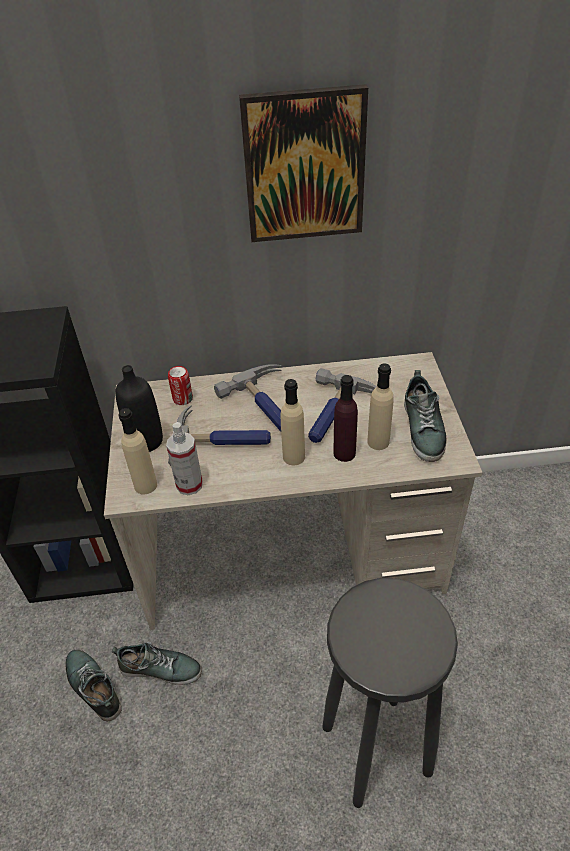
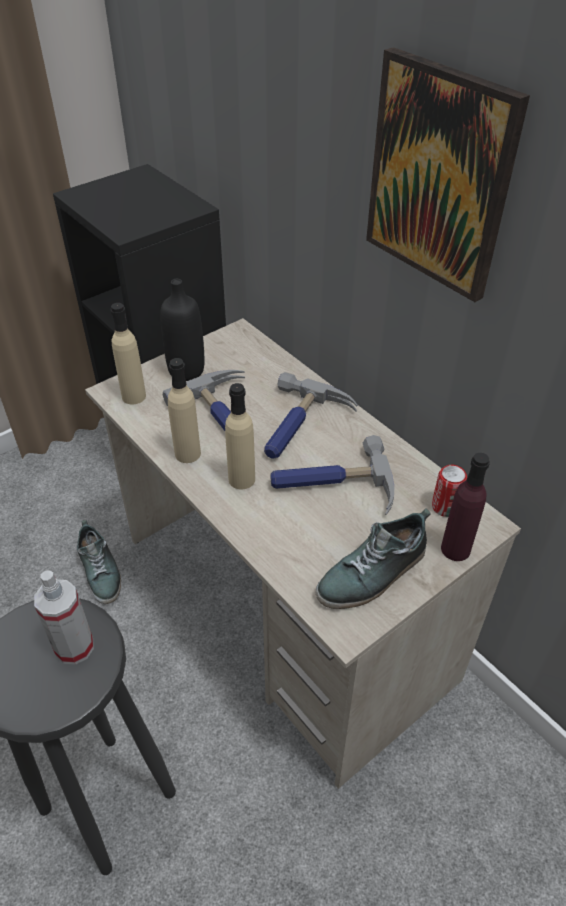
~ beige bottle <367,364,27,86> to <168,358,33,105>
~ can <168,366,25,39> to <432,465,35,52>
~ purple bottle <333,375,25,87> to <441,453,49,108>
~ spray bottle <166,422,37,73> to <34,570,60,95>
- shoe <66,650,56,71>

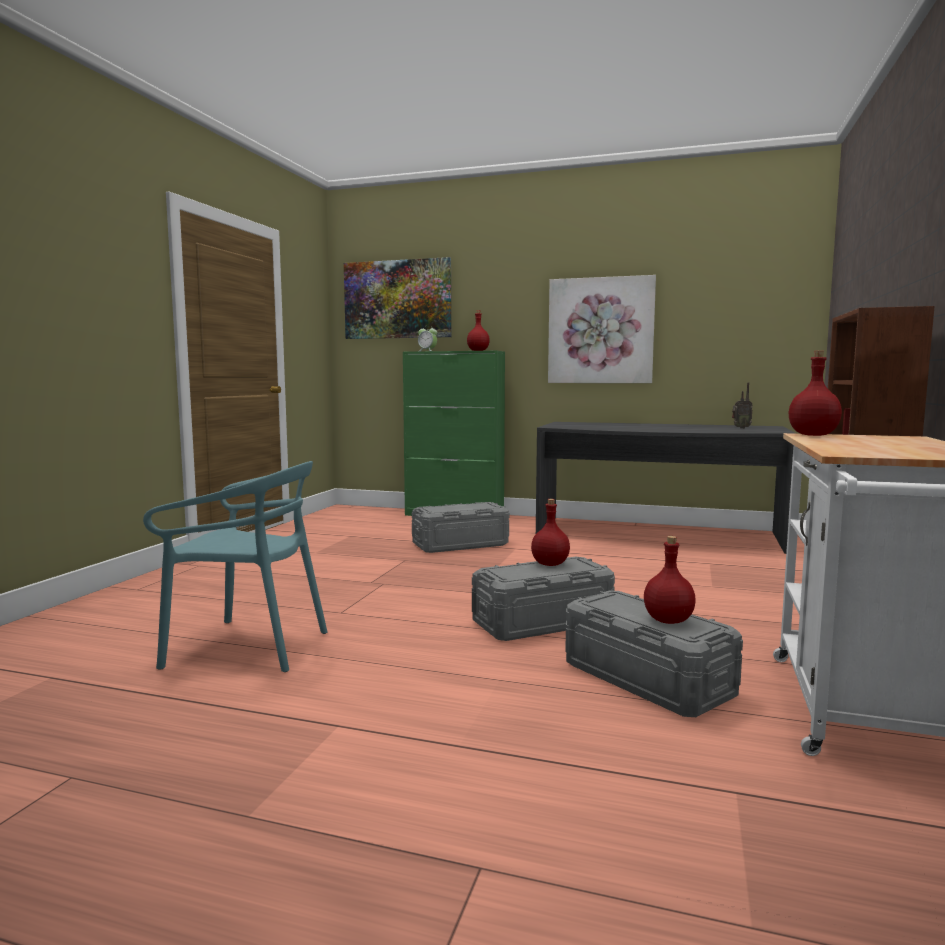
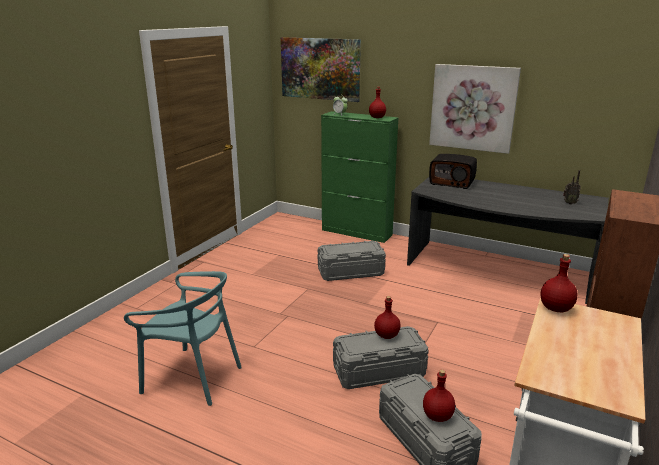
+ radio <429,154,48,35>

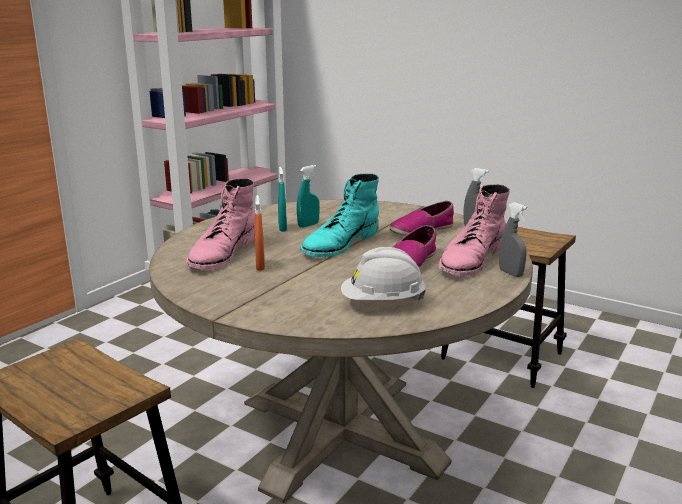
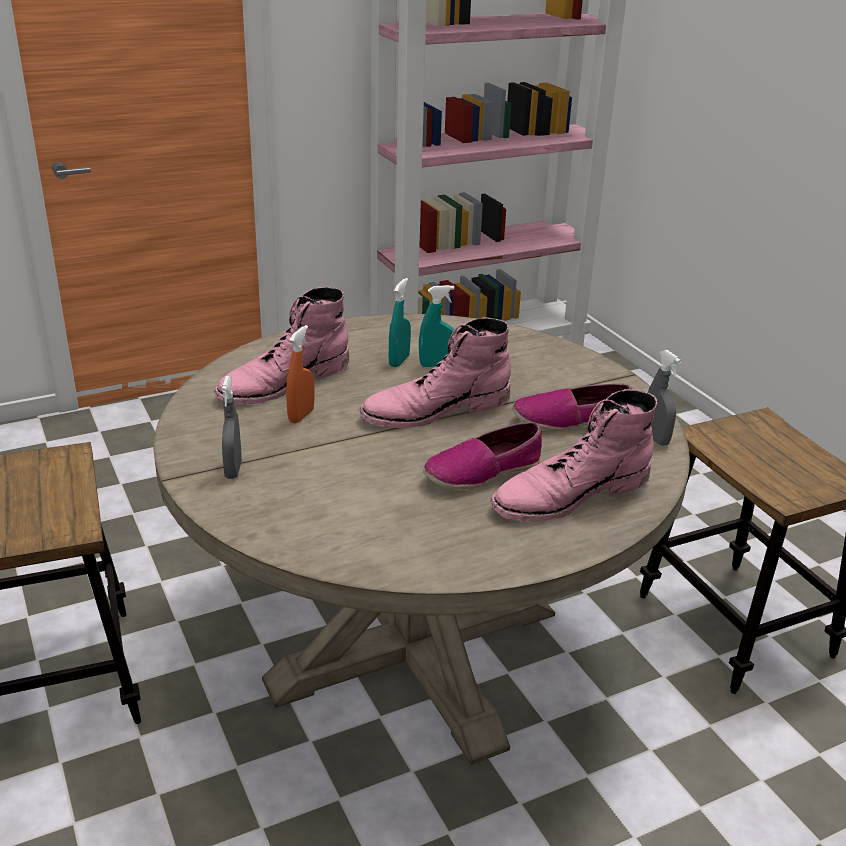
~ turquoise boot <299,173,80,84> to pink boot <359,317,152,111>
~ grey spray bottle <499,202,29,75> to <222,376,20,103>
- white hard hat <341,247,85,53>

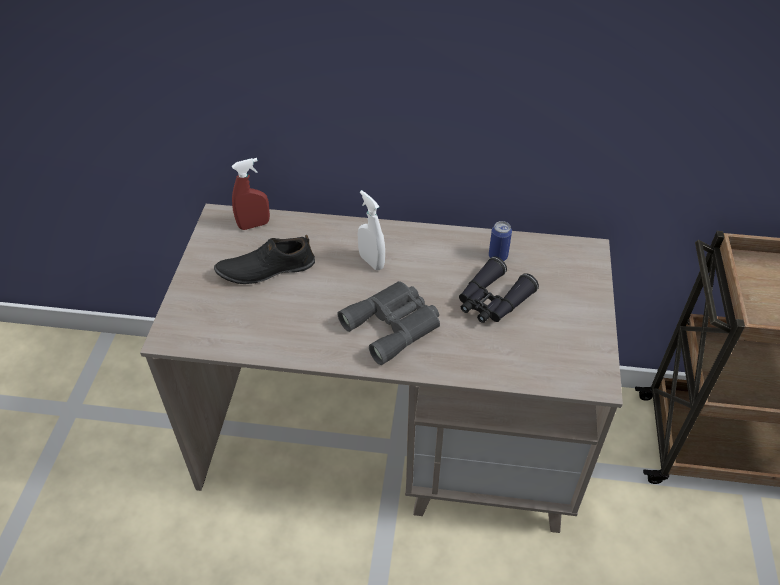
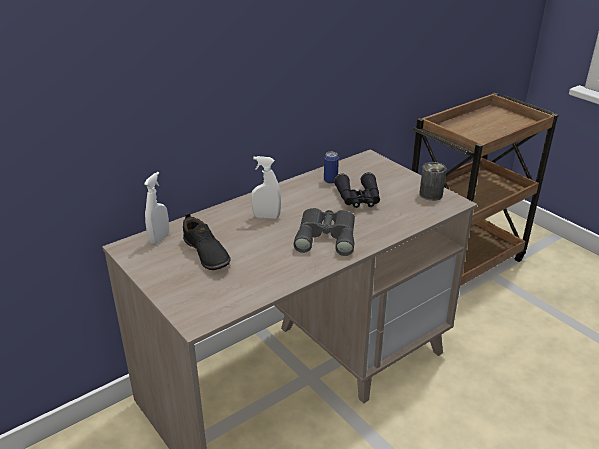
~ red spray bottle <232,158,38,72> to white spray bottle <144,172,25,73>
~ black shoe <214,235,101,49> = <183,213,48,57> 60 degrees counterclockwise
+ can <419,162,27,39>

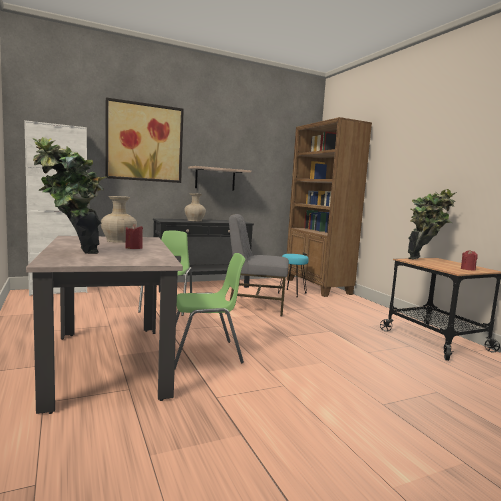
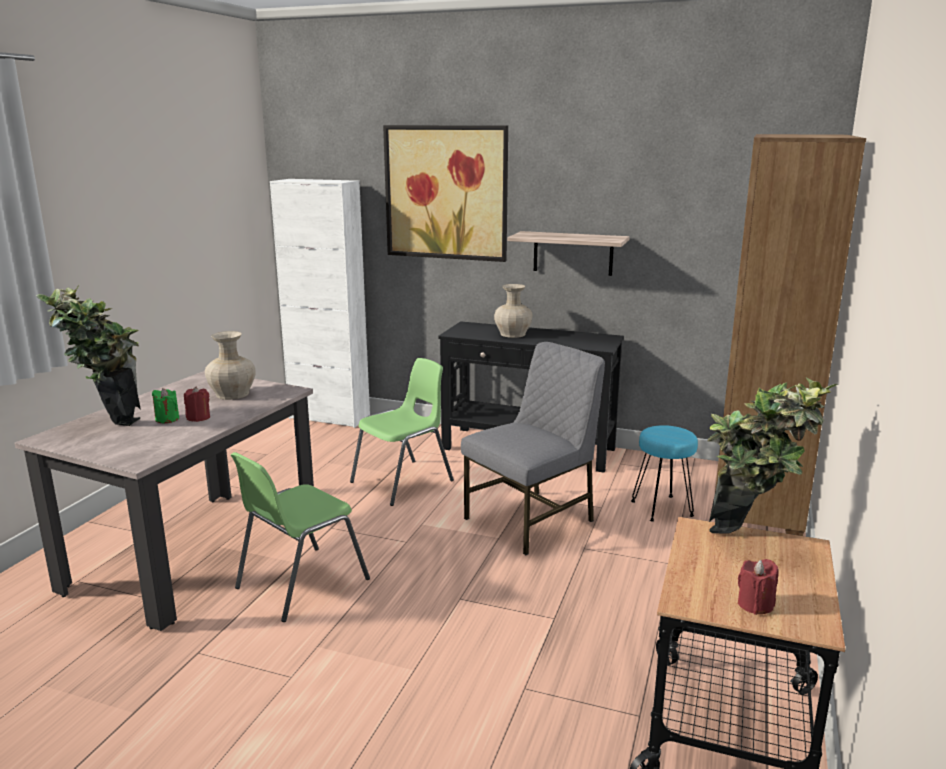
~ grey chair <229,214,60,103> = <461,342,144,213> 90 degrees clockwise
~ green chair <175,253,70,116> = <231,452,139,170> 105 degrees clockwise
+ green candle <152,388,27,35>

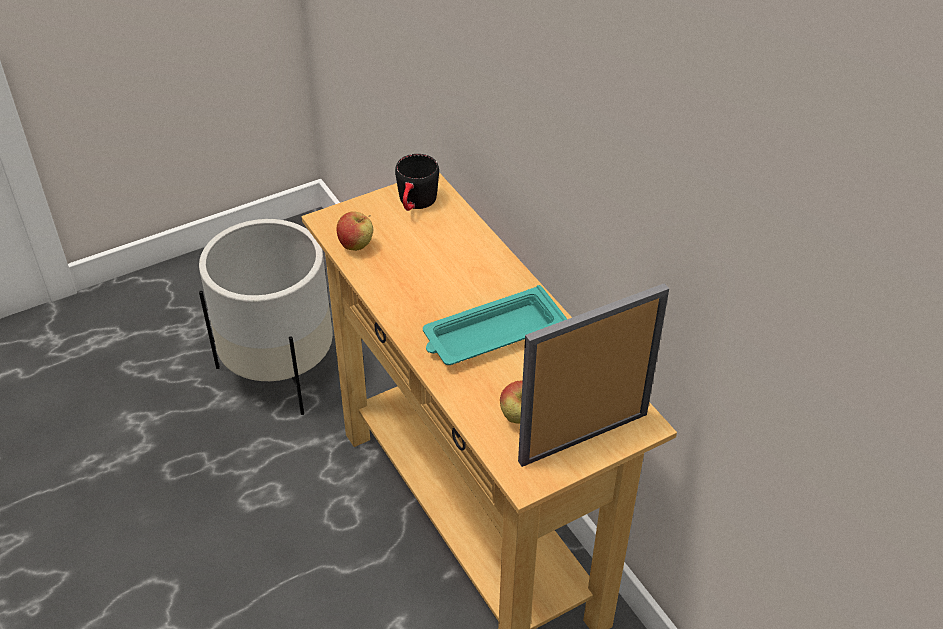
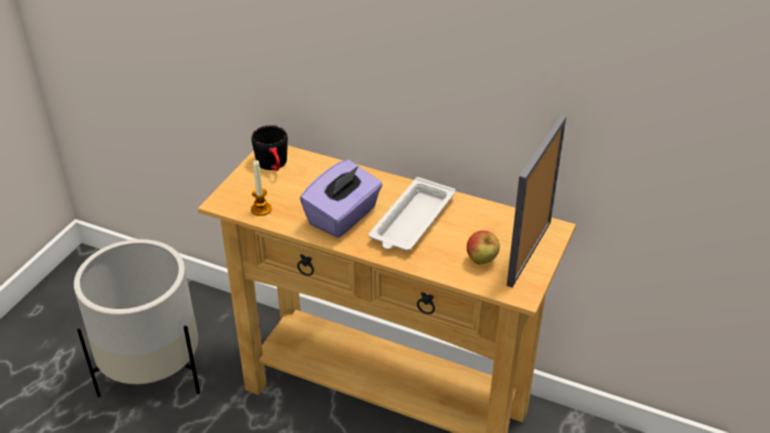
~ apple <337,211,36,40> to candle <251,160,20,56>
~ turquoise tray <423,285,144,80> to white tray <369,177,86,74>
+ purple tissue box <300,159,82,79>

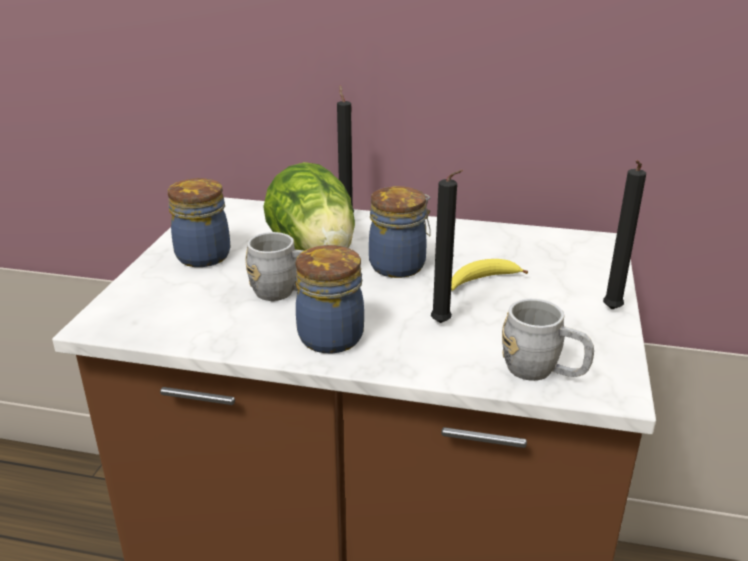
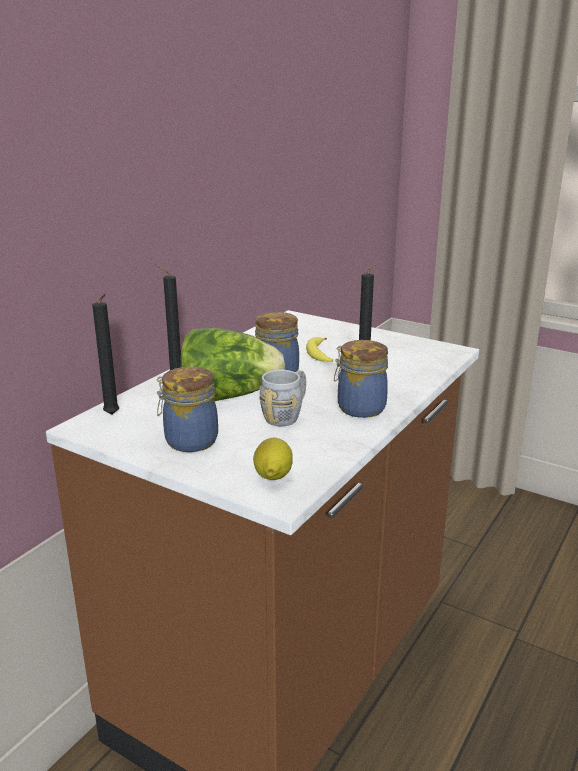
~ black candle <603,160,43,149> to <92,293,27,122>
- grey mug <502,299,92,82>
+ lemon <253,437,40,43>

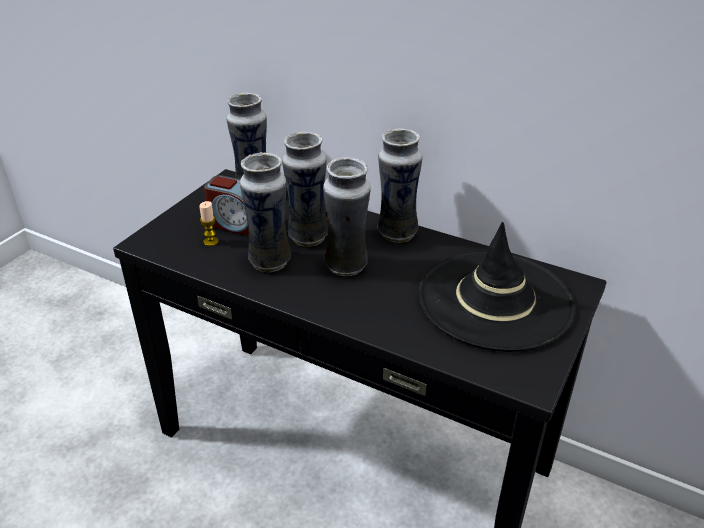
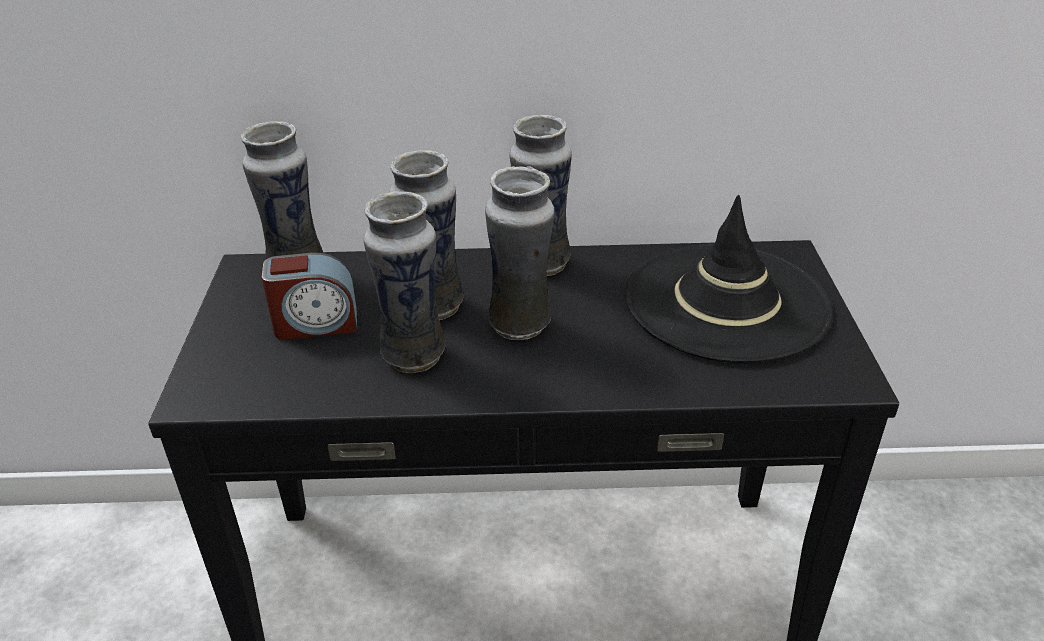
- candle <199,201,20,45>

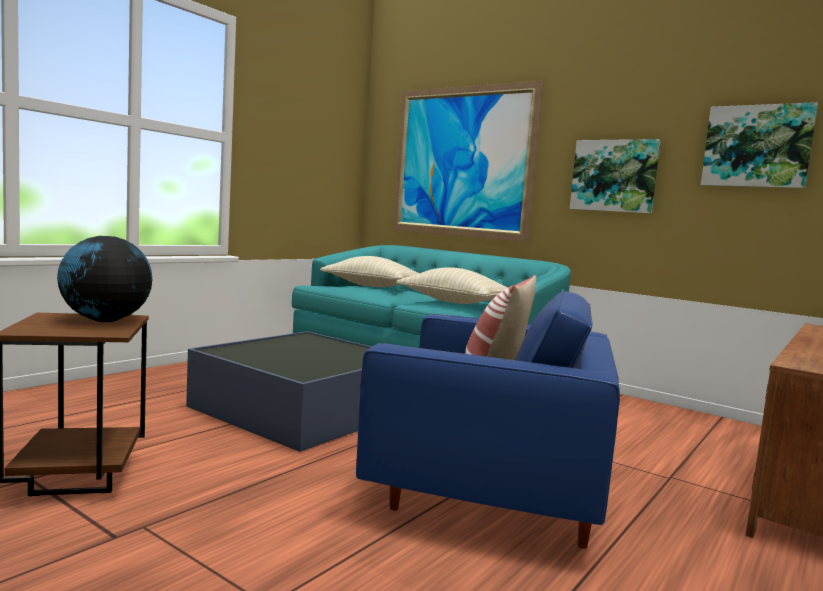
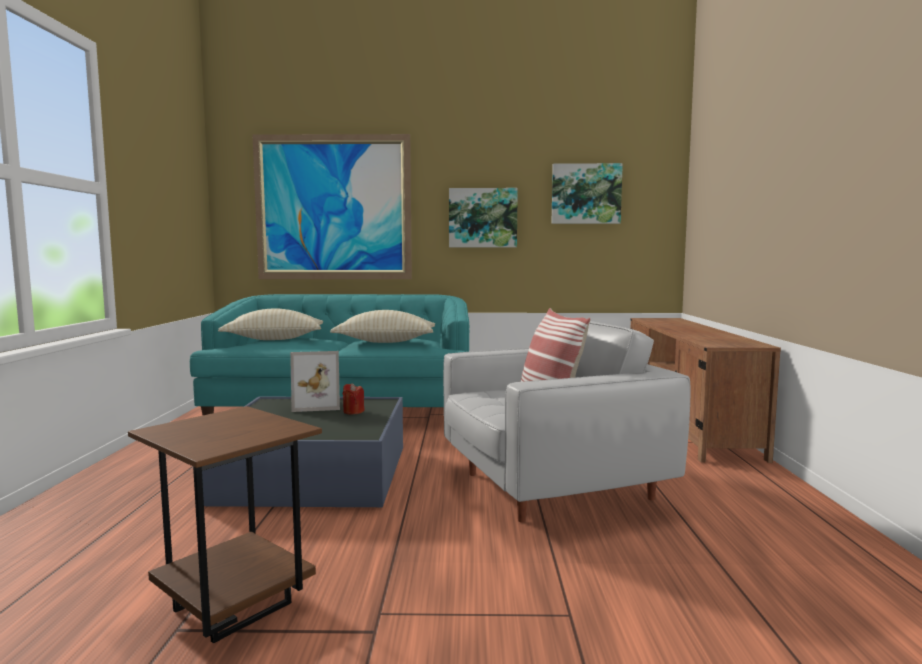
- globe <57,236,95,86>
~ blue armchair <356,289,264,260> to white armchair <443,317,248,205>
+ picture frame <290,351,50,61>
+ red candle <343,383,21,31>

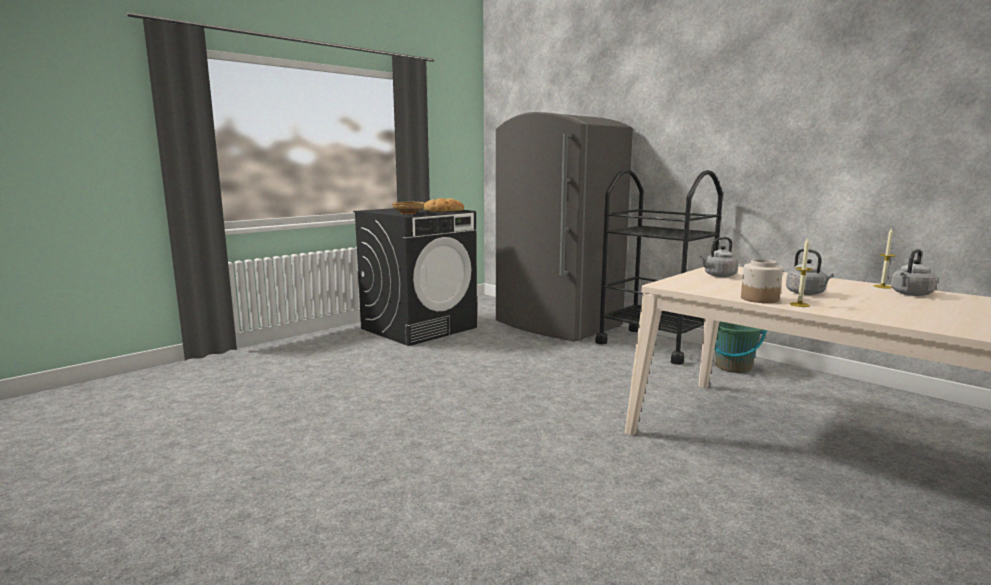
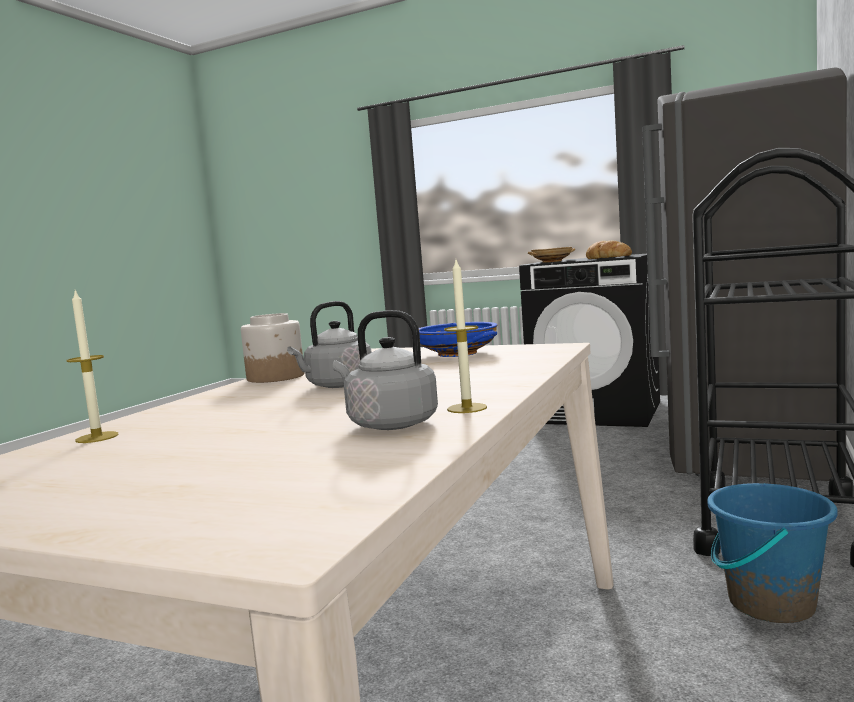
~ grey kettle <700,237,39,40> to blue bowl <419,322,79,35>
~ candle <790,238,23,69> to <67,290,52,153>
~ green bucket <715,321,52,52> to blue bucket <707,483,130,140>

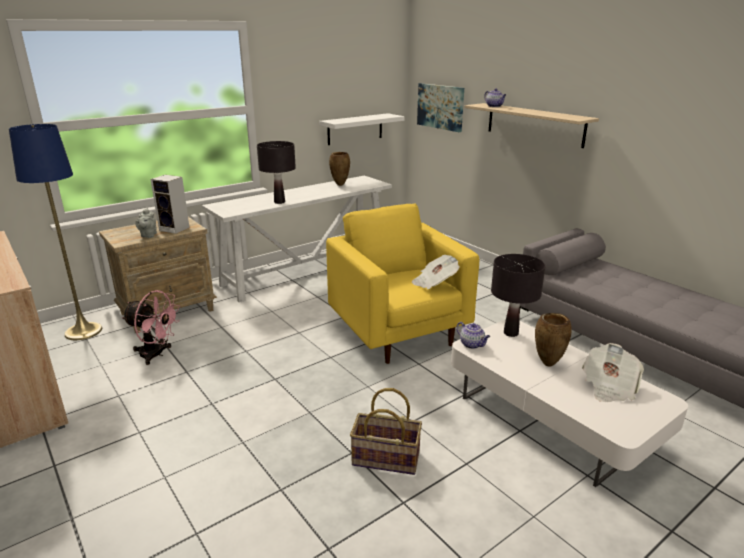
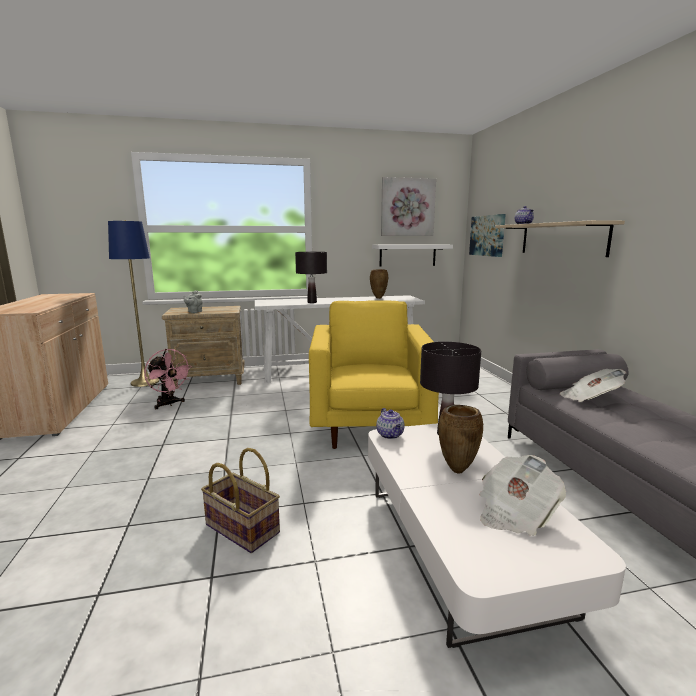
- speaker <151,175,39,59>
~ newspaper <412,255,48,34> to <560,369,66,33>
+ picture <381,177,55,59>

